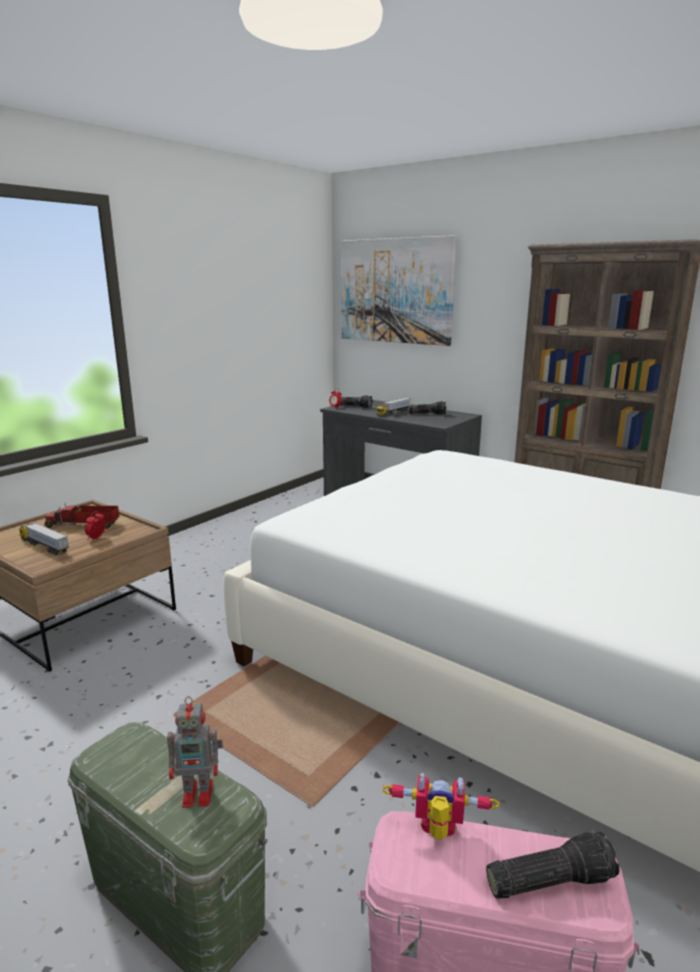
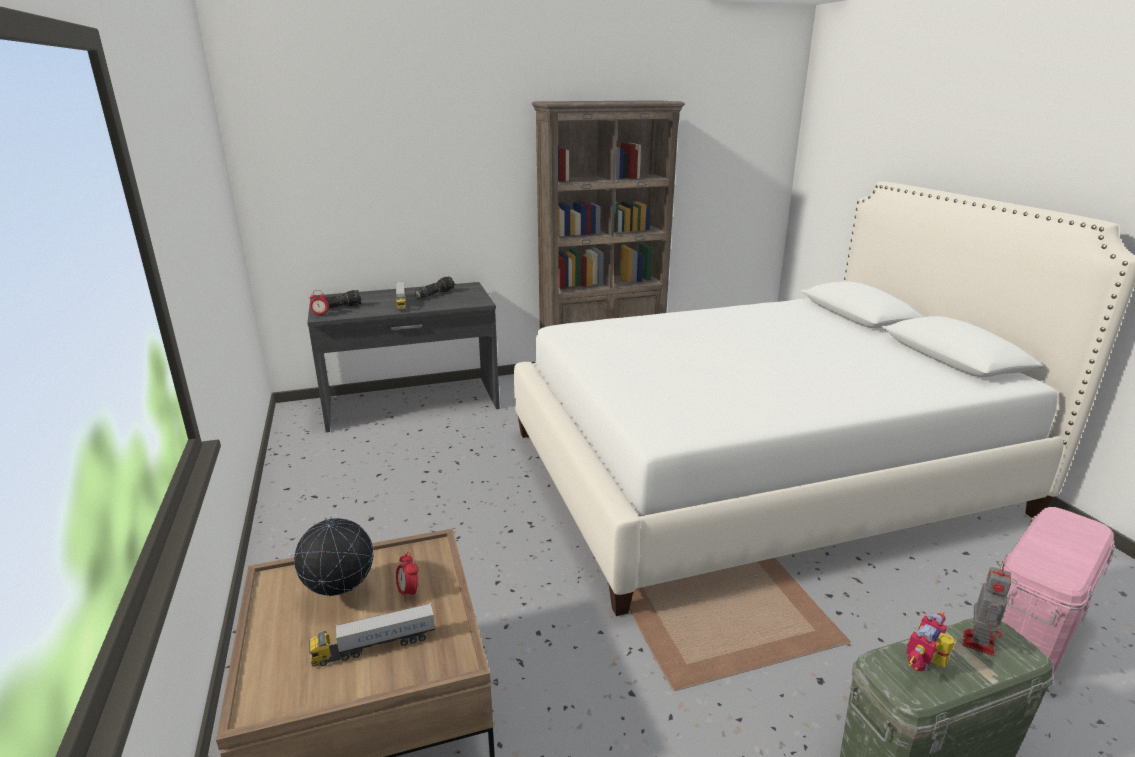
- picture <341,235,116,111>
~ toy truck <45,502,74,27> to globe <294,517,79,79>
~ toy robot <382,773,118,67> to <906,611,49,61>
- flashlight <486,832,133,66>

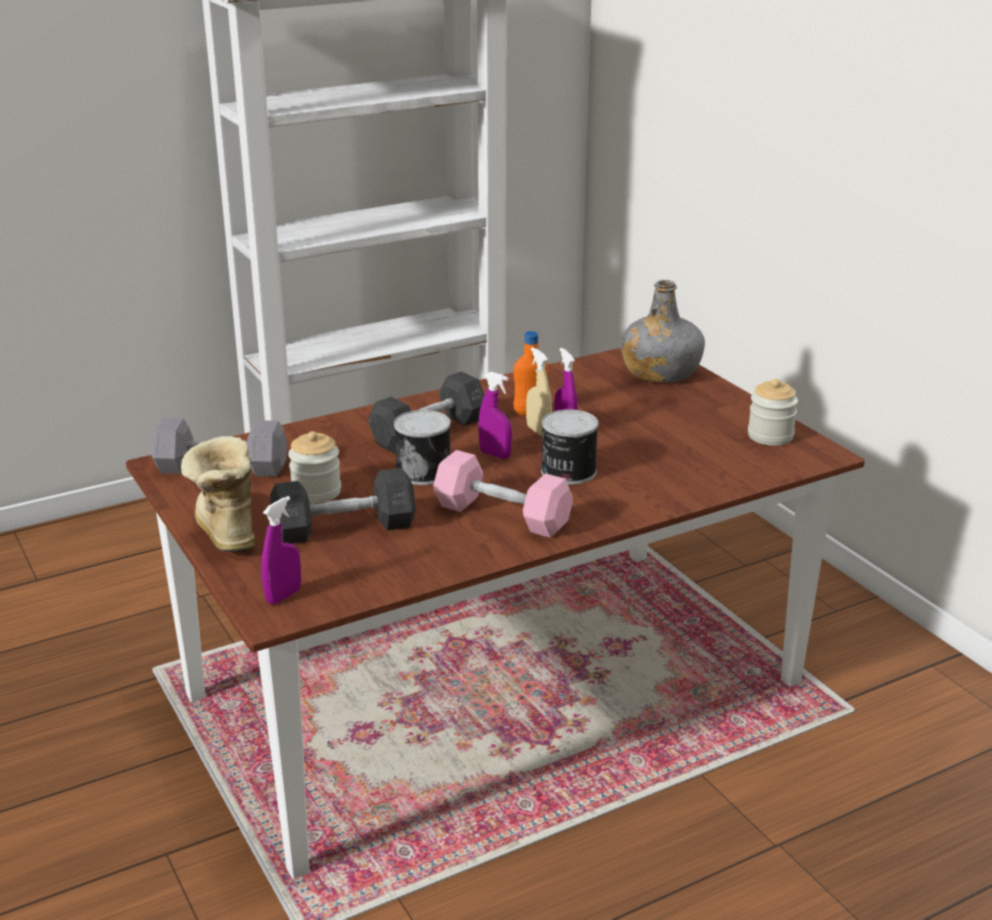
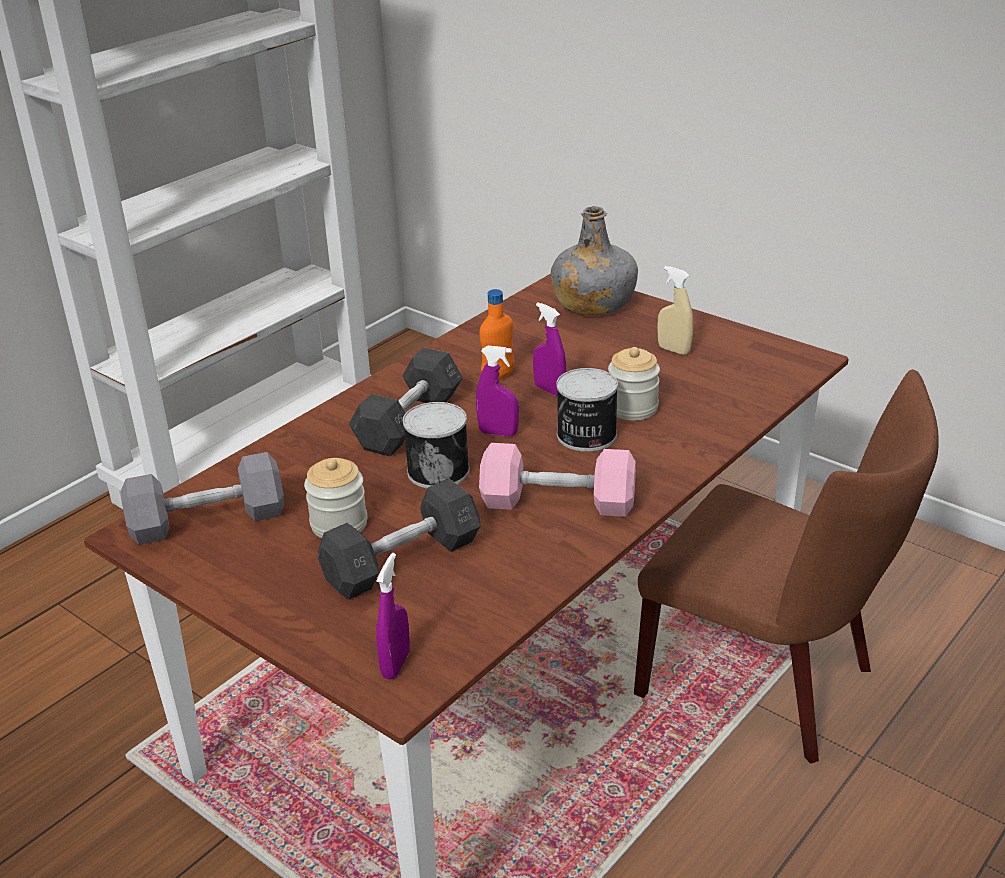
~ beige spray bottle <526,347,26,89> to <657,266,36,89>
~ jar <748,379,50,67> to <608,347,52,74>
- boot <181,436,74,116>
+ brown chair <634,370,305,394>

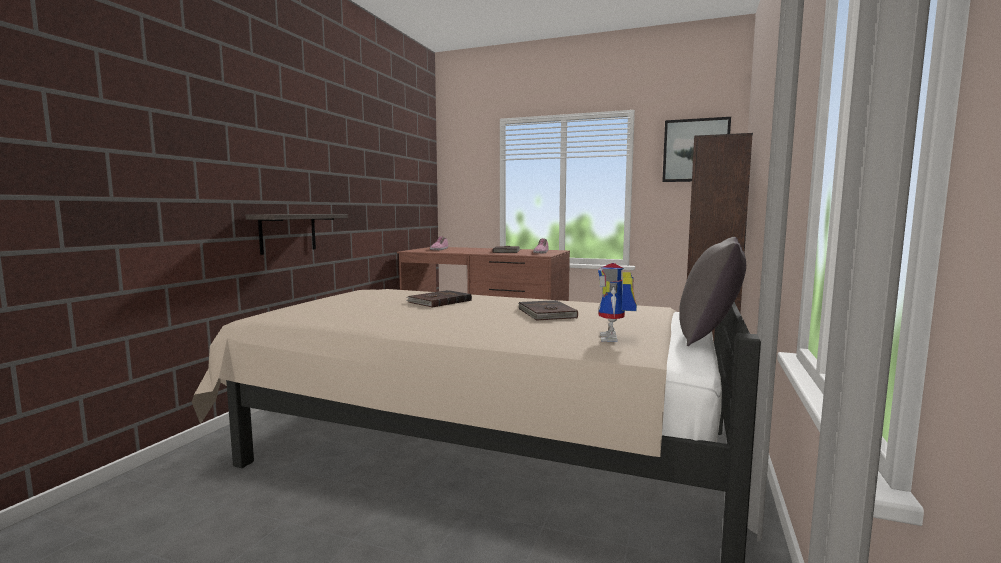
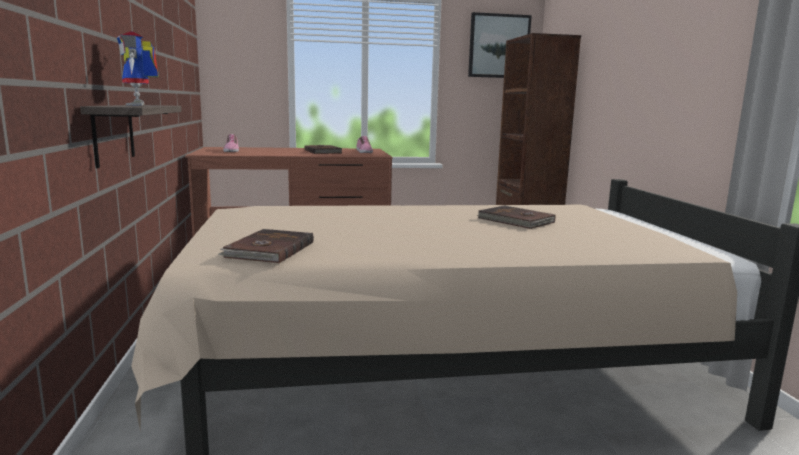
- grey pillow <679,237,67,109>
~ toy robot <598,263,39,79> to <117,31,42,75>
~ brown book <406,290,66,17> to <219,229,95,34>

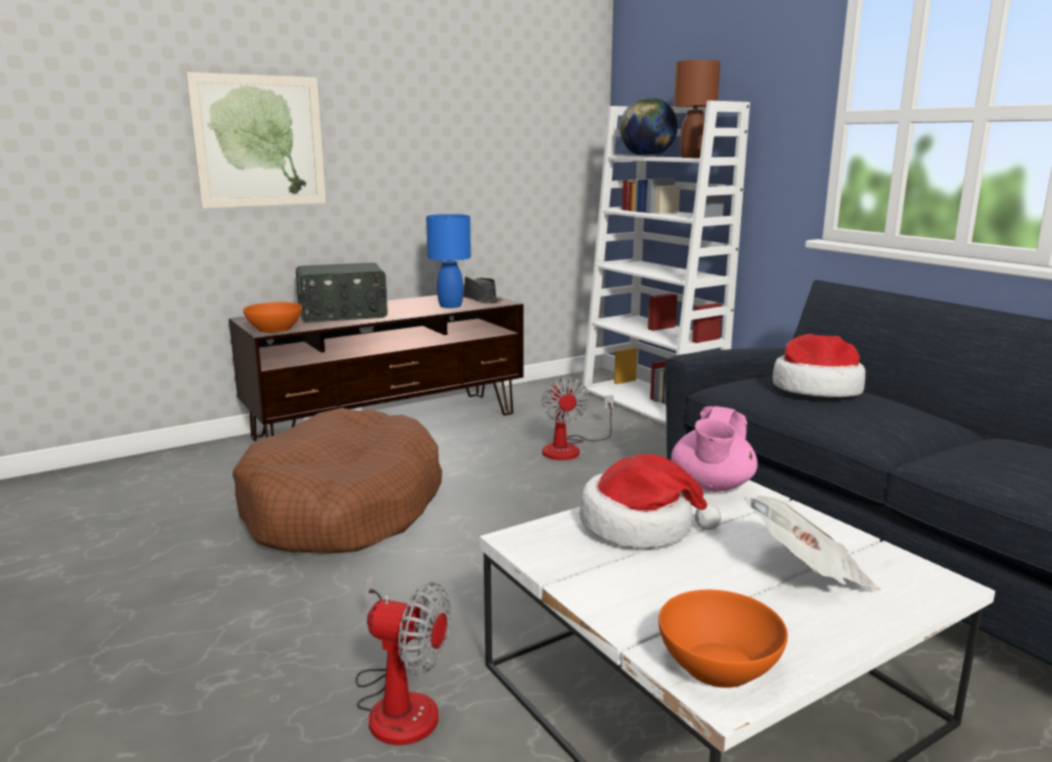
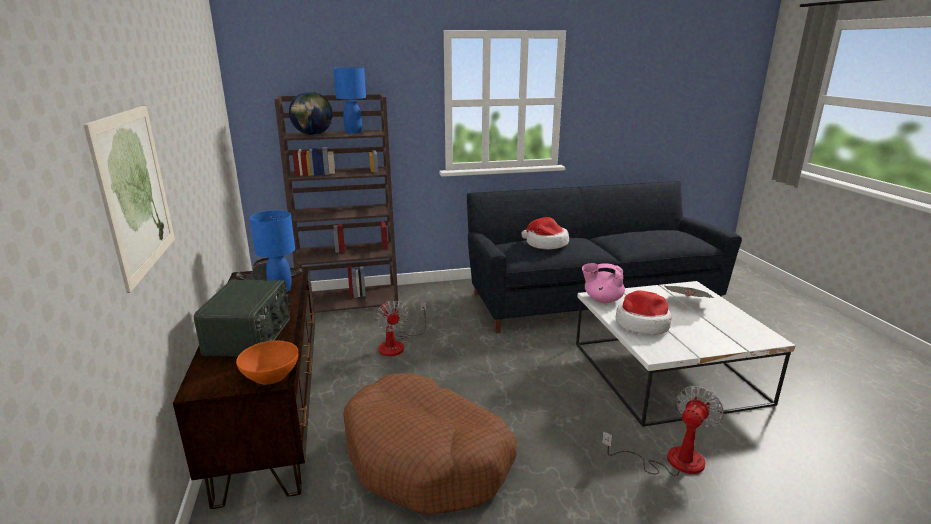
~ brown table lamp <673,60,47,98> to blue table lamp <333,67,33,67>
~ white bookcase <582,101,168,323> to brown bookcase <274,94,124,219>
~ fan <542,376,72,84> = <375,301,51,55> 60 degrees clockwise
~ pink teapot <671,406,87,86> = <582,263,43,40> 150 degrees clockwise
- orange bowl <658,590,130,98>

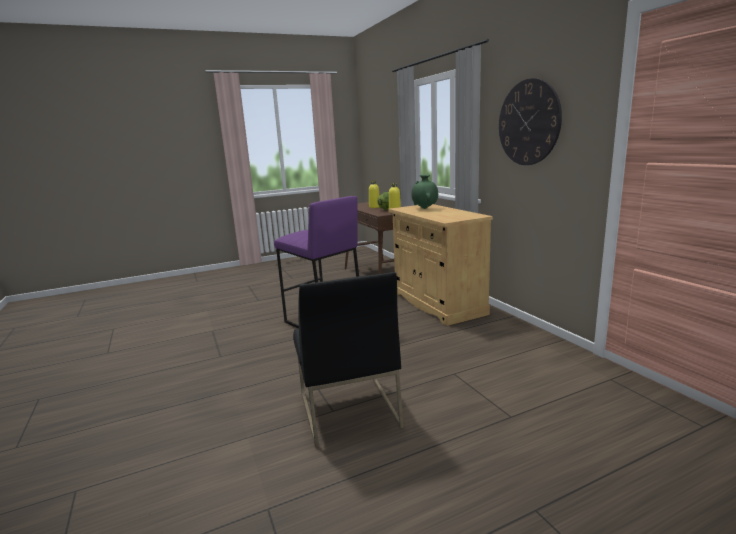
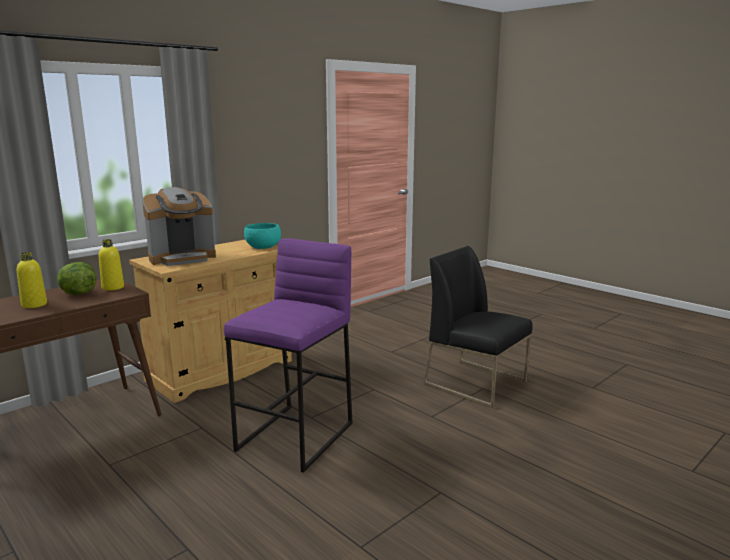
- wall clock <499,78,63,87>
~ green vase <411,175,27,34> to coffee machine <142,187,74,79>
~ black chair <293,272,111,176> = <423,246,109,162> 105 degrees counterclockwise
+ turquoise bowl <244,223,37,26>

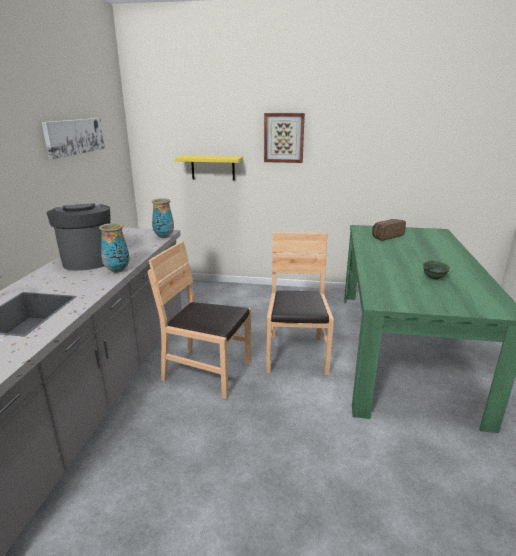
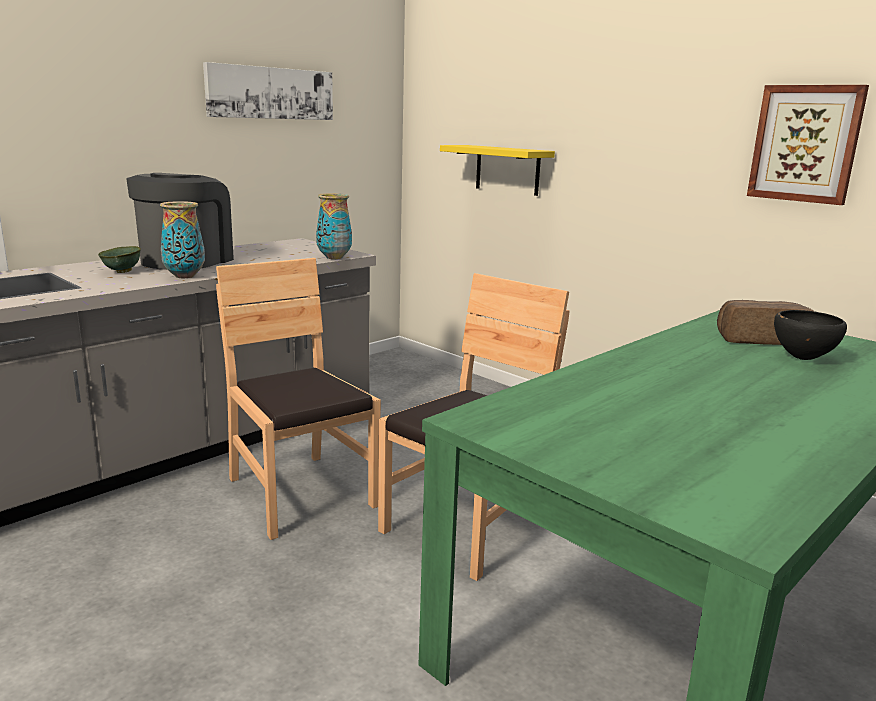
~ picture <264,113,41,50> to <747,85,122,120>
~ green bowl <423,261,27,19> to <98,246,43,27>
+ black bowl <774,310,73,50>

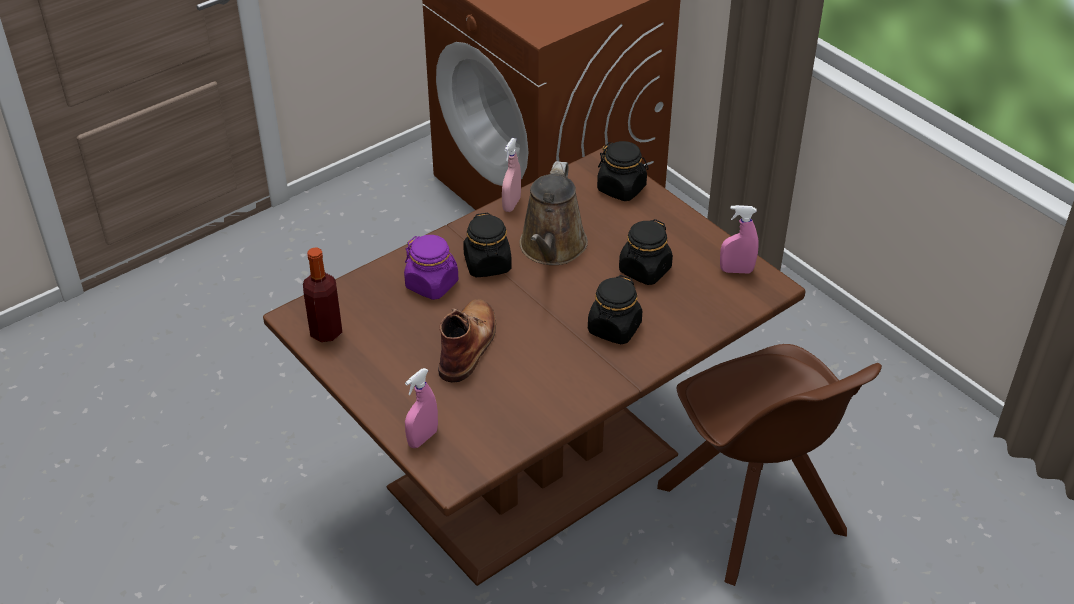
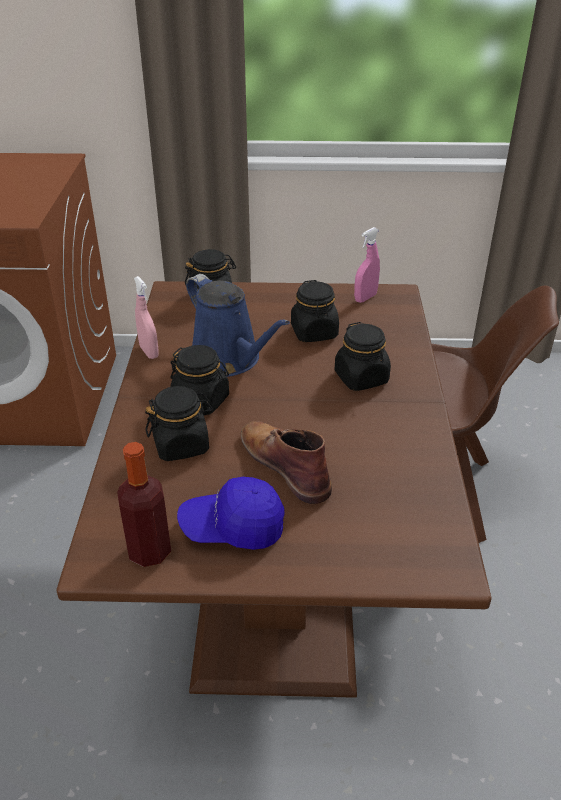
~ brown watering can <519,161,69,104> to blue watering can <186,274,104,103>
~ purple jar <404,235,54,65> to black jar <145,386,68,75>
- pink spray bottle <405,368,33,80>
+ blue cap <177,477,108,73>

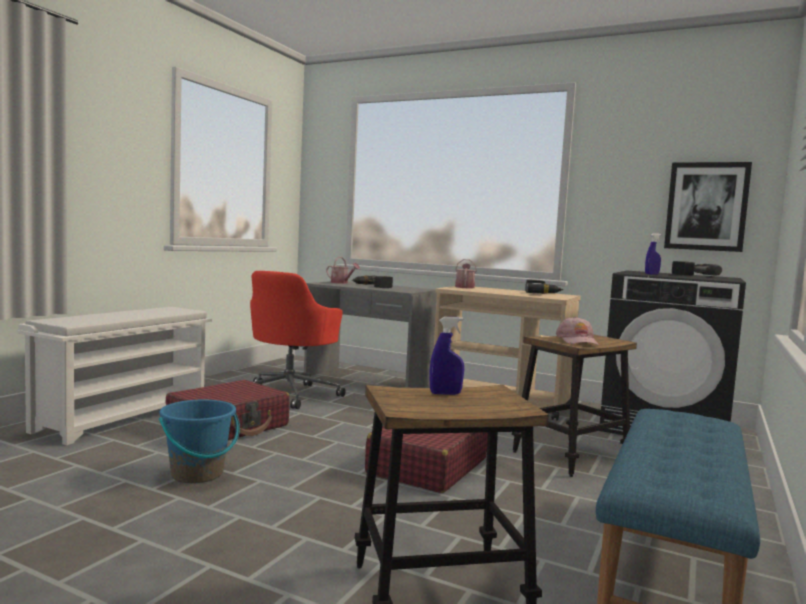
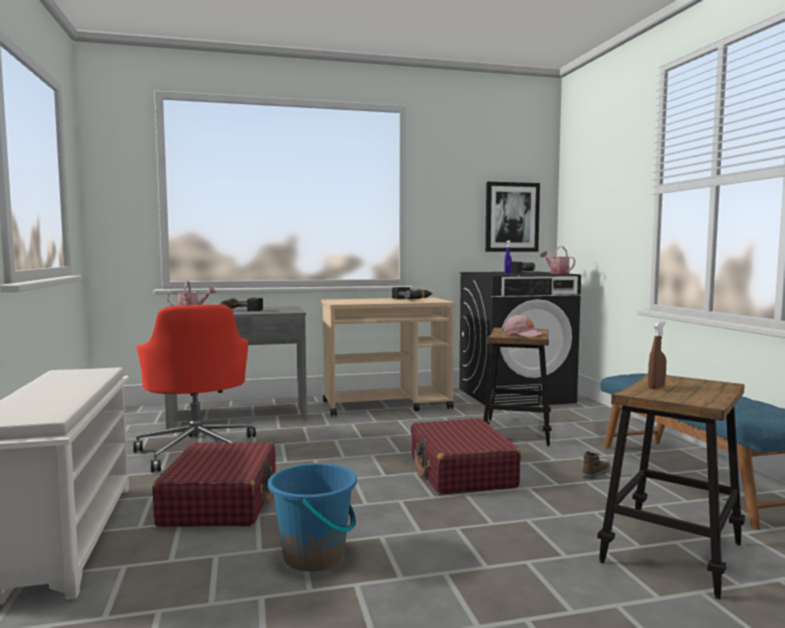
~ watering can <455,259,22,29> to <540,247,35,27>
~ blue spray bottle <430,317,34,78> to brown spray bottle <648,322,18,67>
+ shoe <582,451,29,28>

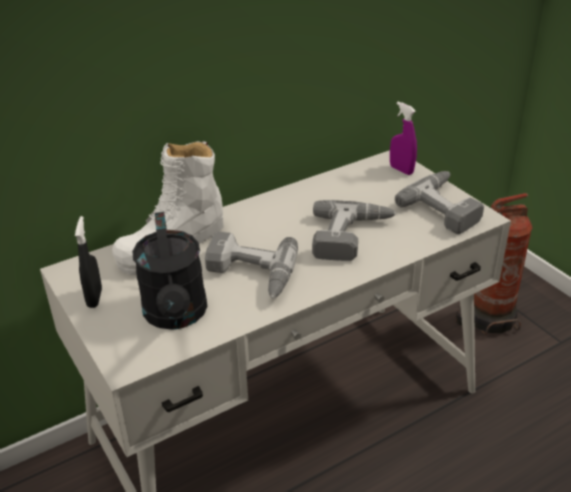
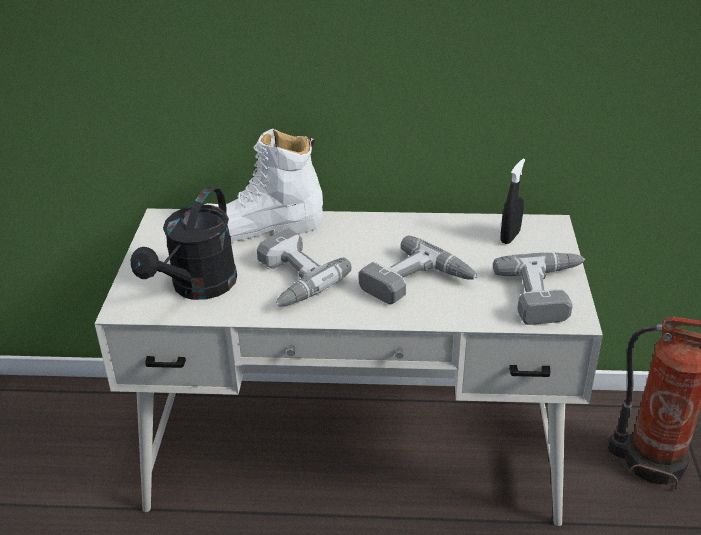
- purple spray bottle <390,102,27,73>
~ black spray bottle <75,216,27,92> to <500,158,25,86>

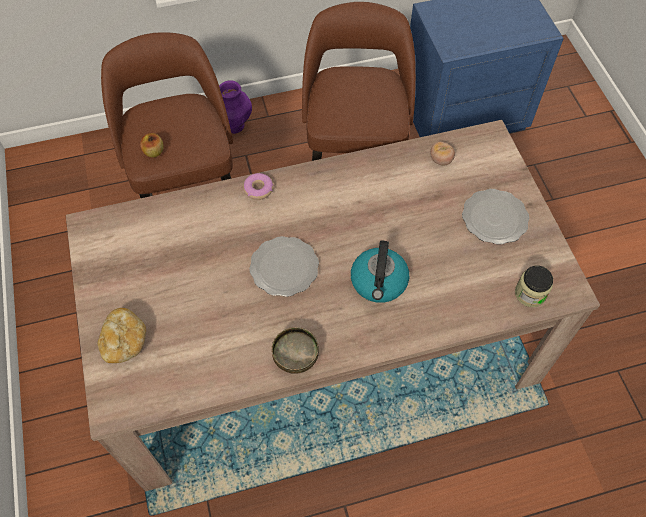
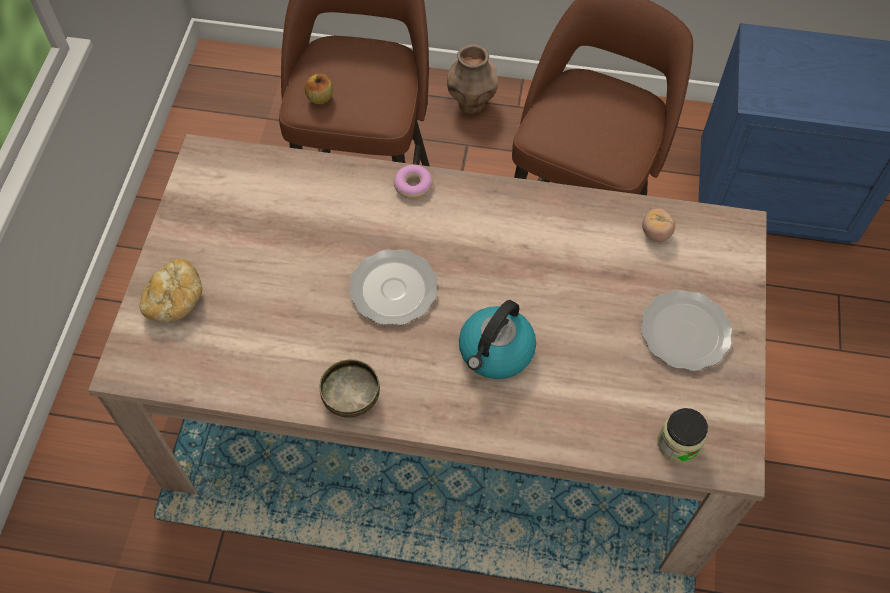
~ purple vase <219,80,33,54> to brown vase <447,44,51,70>

